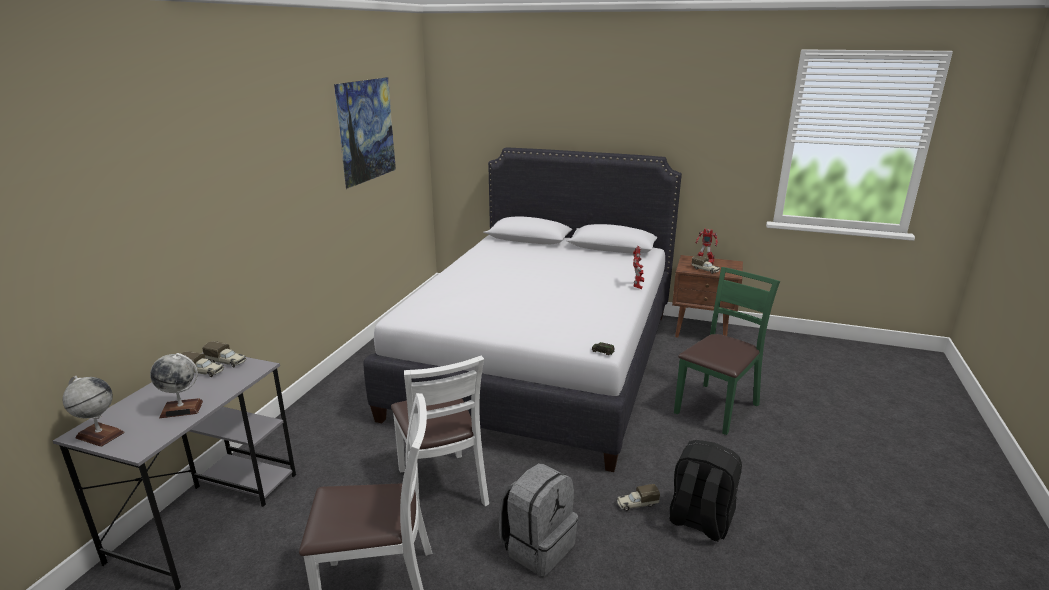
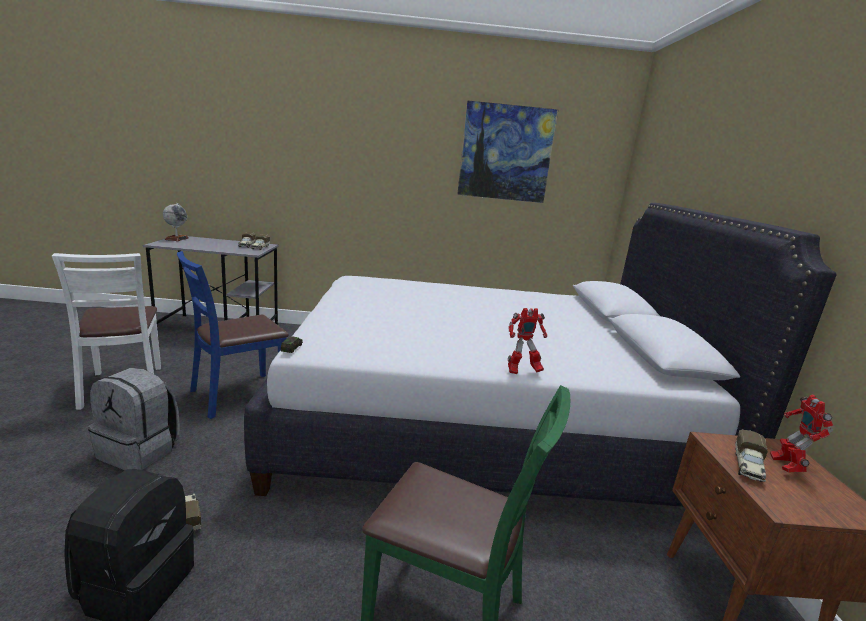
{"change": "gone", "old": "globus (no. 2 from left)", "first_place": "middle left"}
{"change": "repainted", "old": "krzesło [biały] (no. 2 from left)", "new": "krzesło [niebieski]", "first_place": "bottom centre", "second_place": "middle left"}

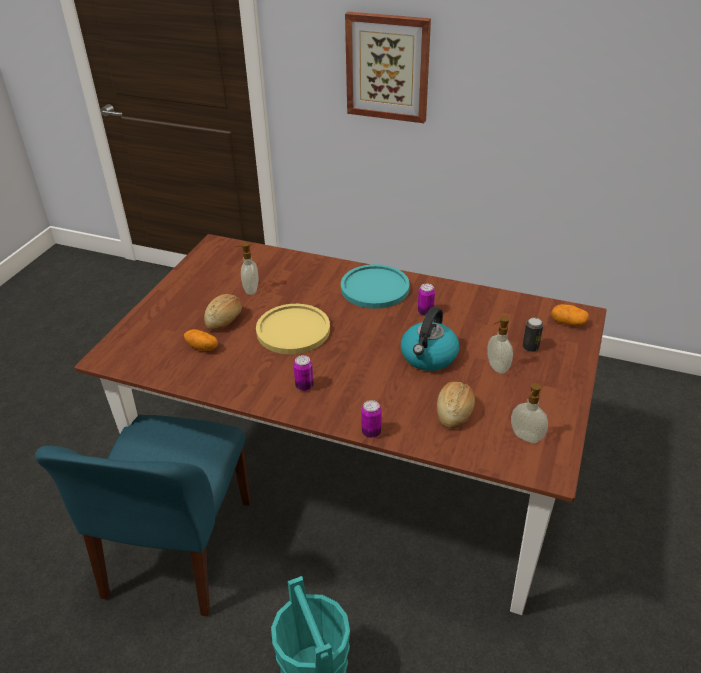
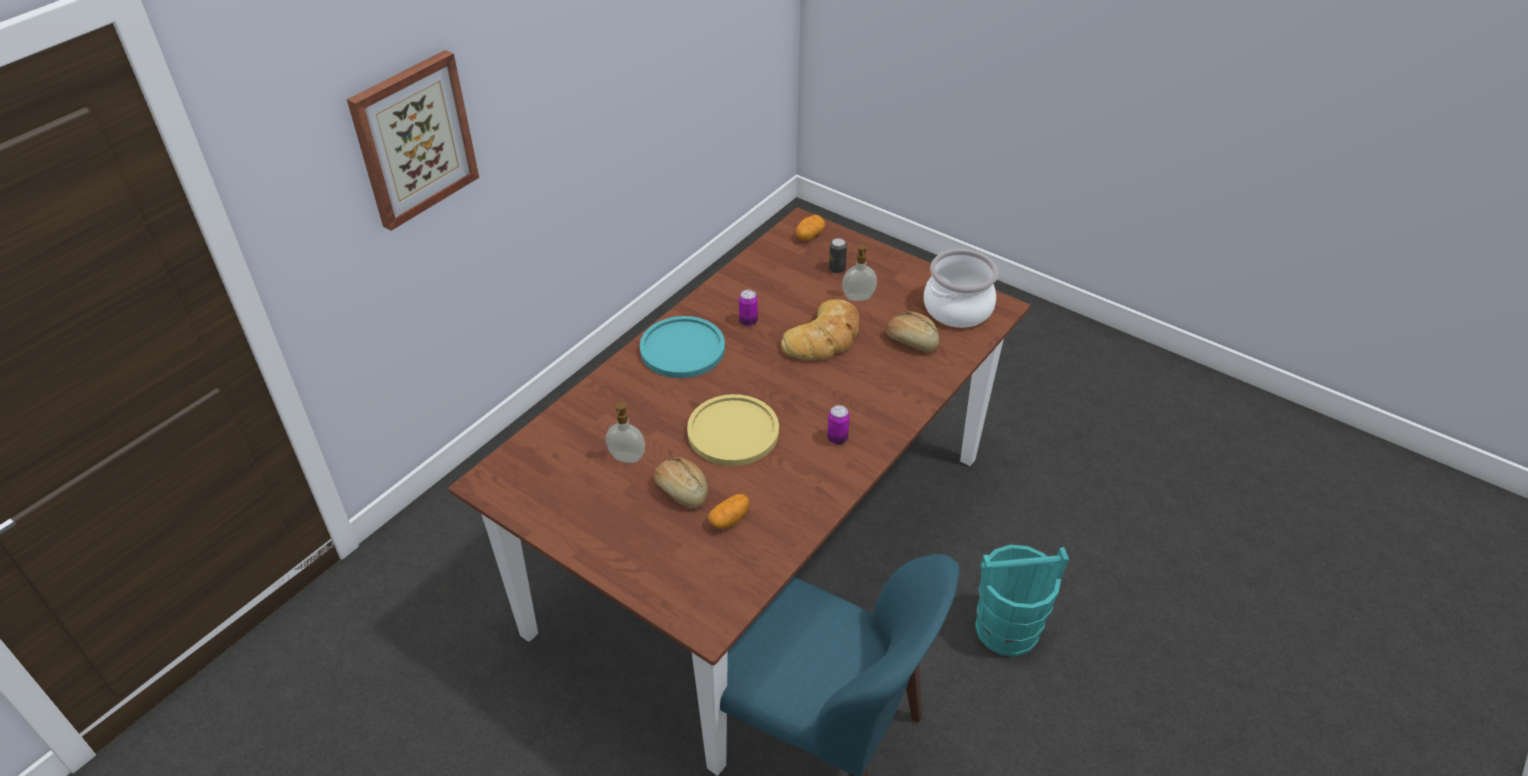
{"change": "gone", "old": "puszka (no. 2 from left)", "first_place": "centre"}
{"change": "swapped", "old": "czajnik", "new": "chleb (no. 2 from left)", "first_place": "centre", "second_place": "centre"}
{"change": "swapped", "old": "dozownik mydła (no. 3 from left)", "new": "garnek", "first_place": "middle right", "second_place": "centre"}

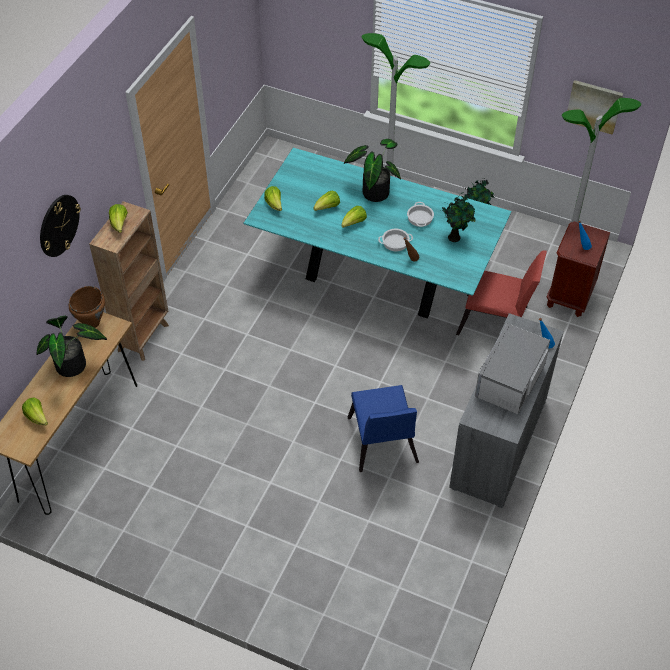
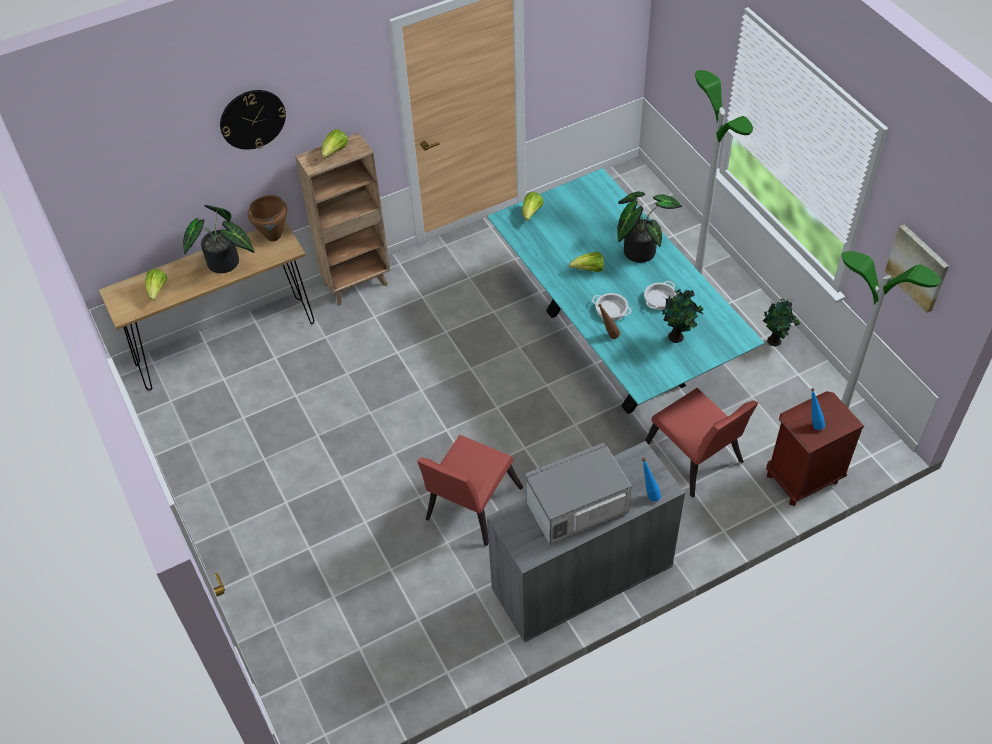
{"change": "gone", "old": "sałata (no. 4 from left)", "first_place": "top centre"}
{"change": "repainted", "old": "krzesło [niebieski]", "new": "krzesło [czerwony] (no. 1 from left)", "first_place": "centre", "second_place": "centre"}

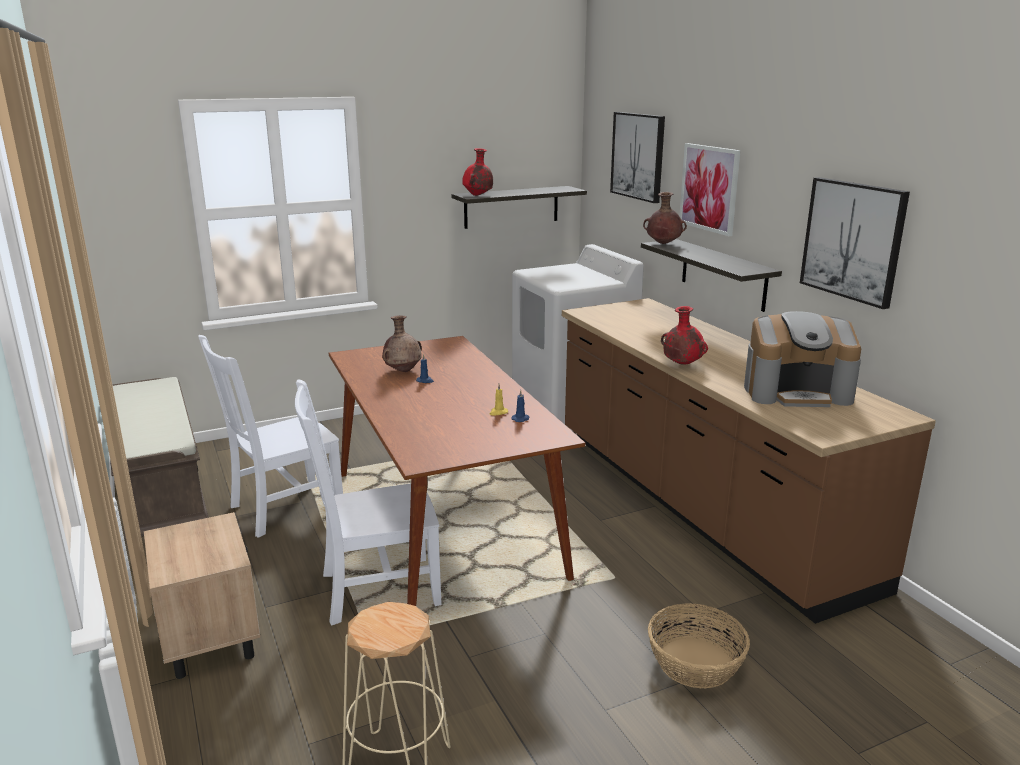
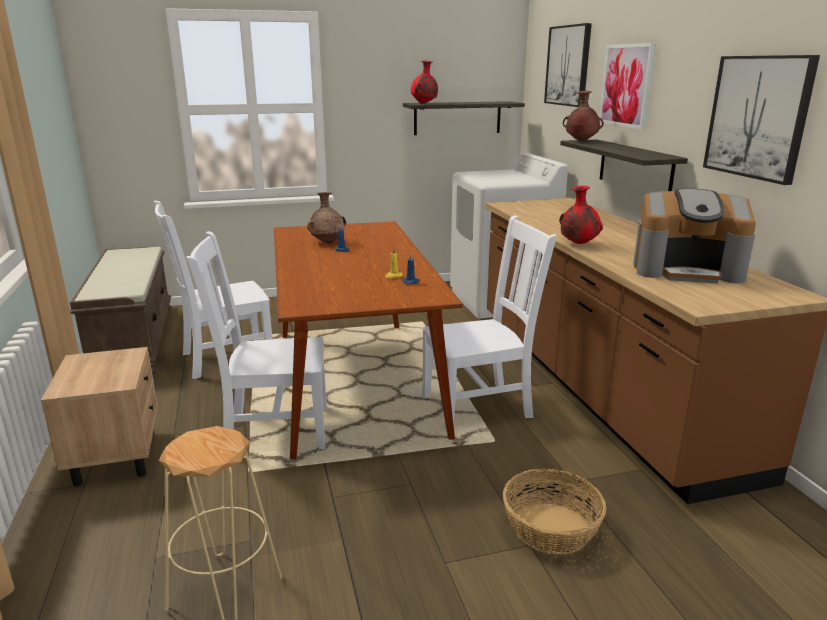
{"change": "new", "new": "krzesło [biały] (no. 3 from left)", "second_place": "centre"}

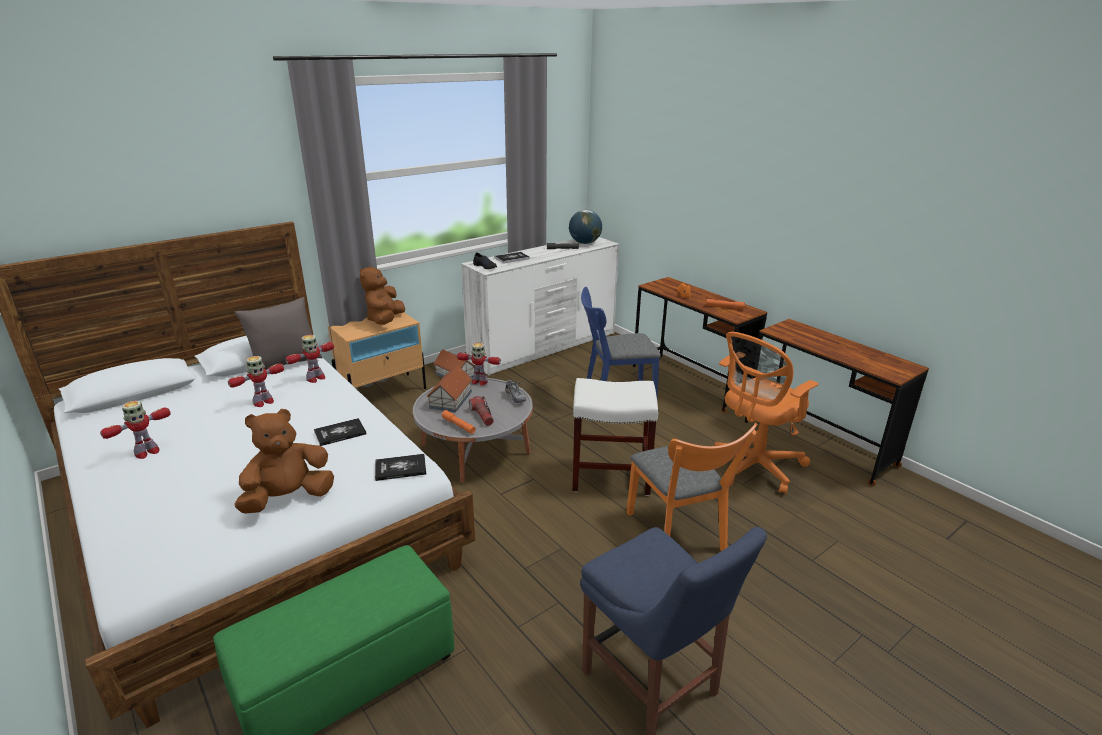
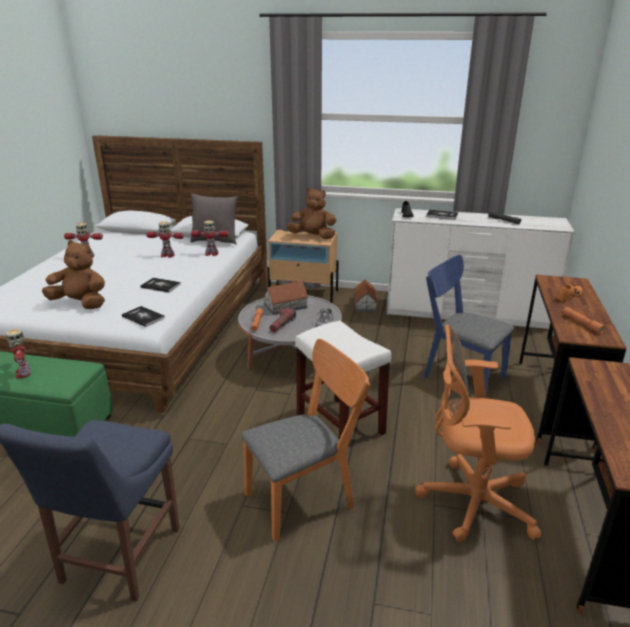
{"change": "rotated", "old": "pluszak [brązowy] (no. 2 from left)", "first_place": "centre", "second_place": "centre", "degrees": 45}
{"change": "shifted", "old": "robot zabawkowy (no. 4 from left in the first image)", "new": "robot zabawkowy (no. 1 from left)", "first_place": "centre", "second_place": "middle left"}
{"change": "gone", "old": "globus", "first_place": "top centre"}
{"change": "rotated", "old": "krzesło [pomarańczowy]", "first_place": "centre", "second_place": "bottom centre", "degrees": -150}

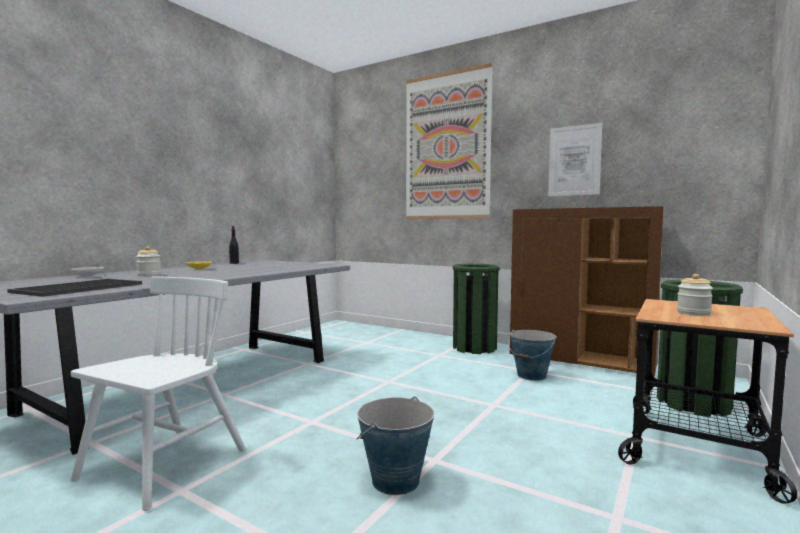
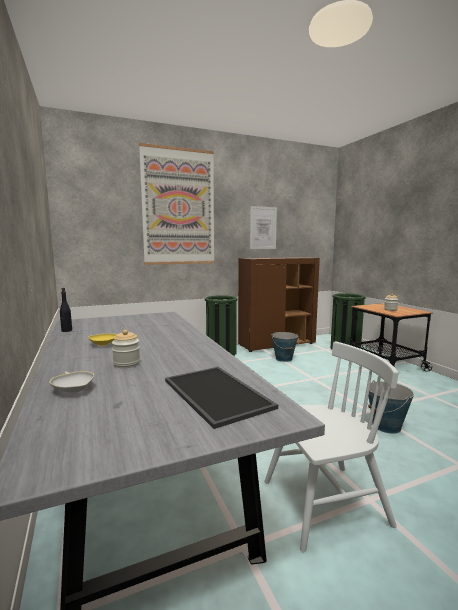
{"change": "rotated", "old": "krzesło [biały]", "first_place": "bottom left", "second_place": "bottom right", "degrees": 105}

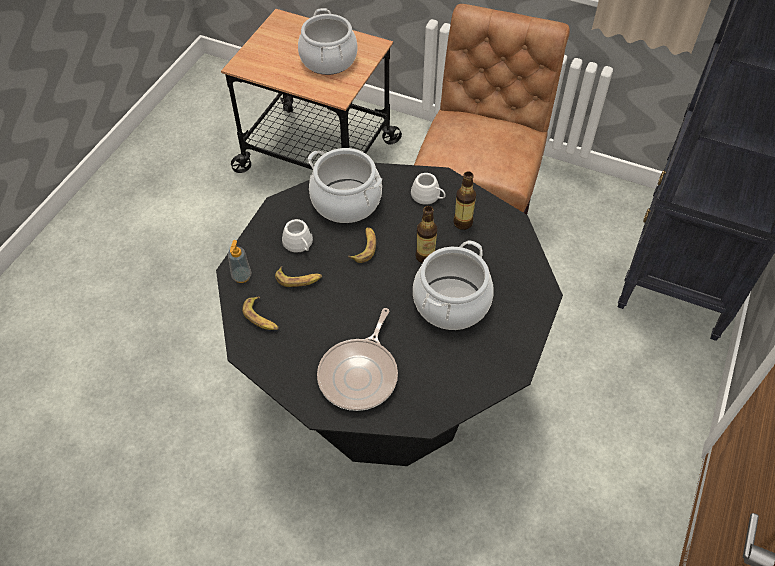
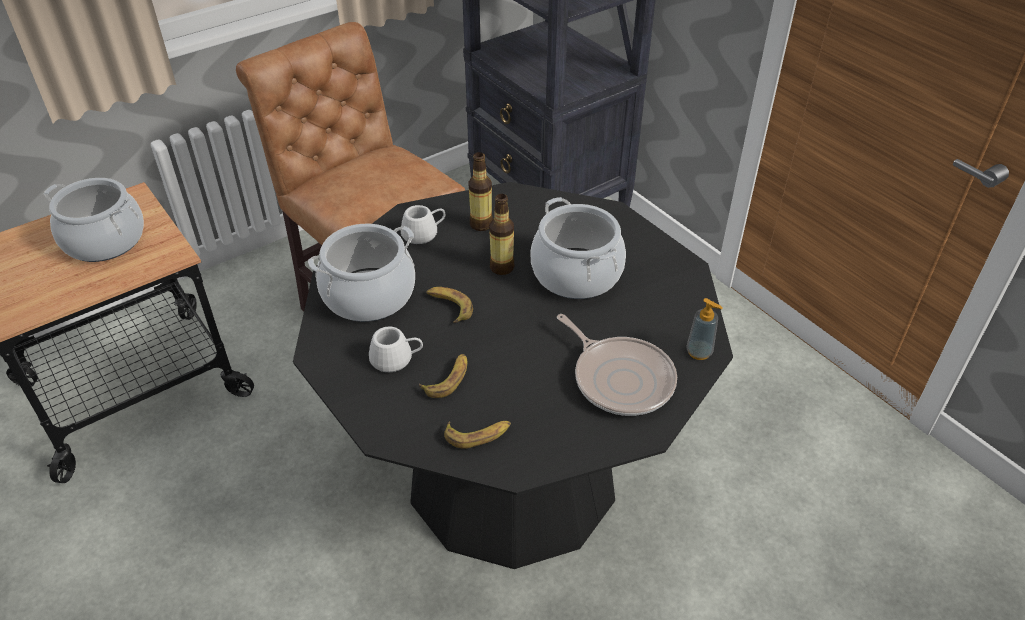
{"change": "shifted", "old": "dozownik mydła", "first_place": "middle left", "second_place": "middle right"}

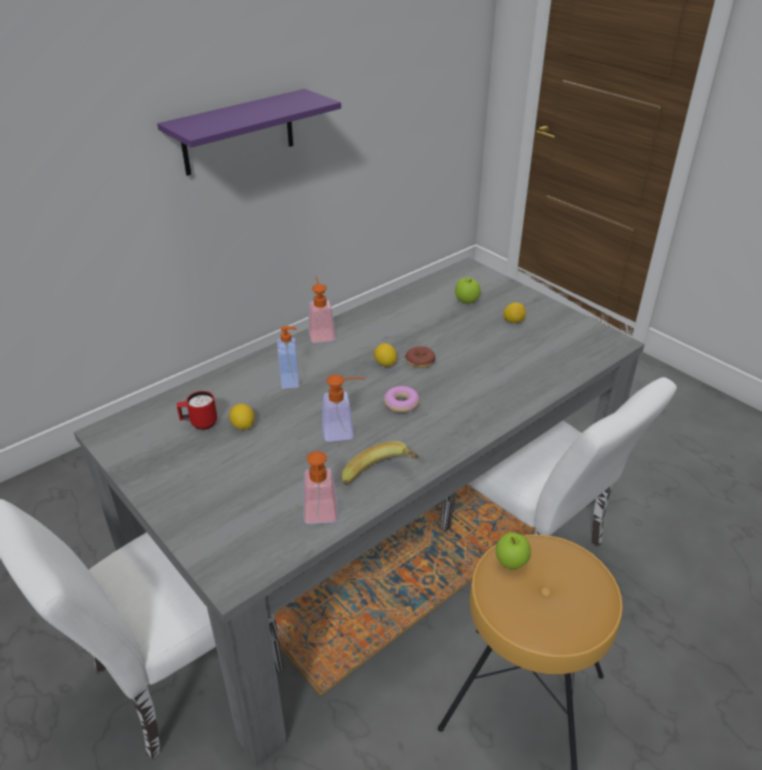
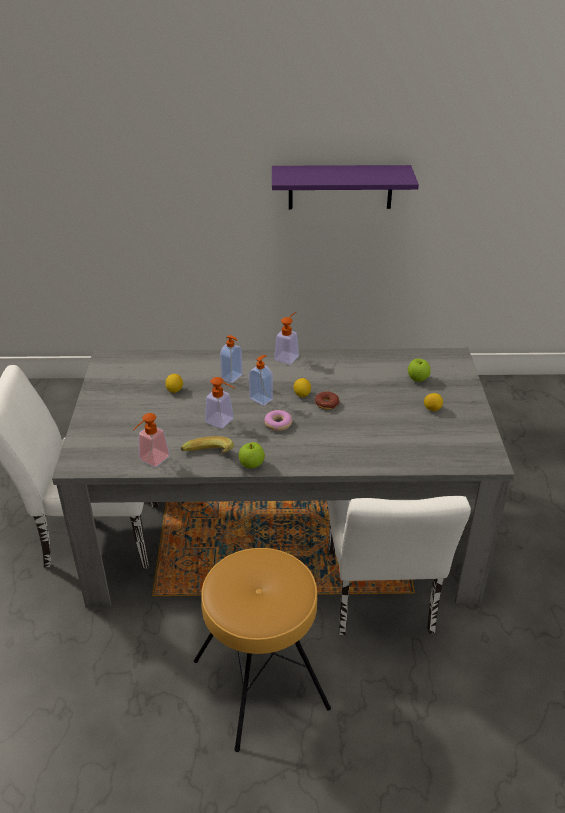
{"change": "gone", "old": "kubek [czerwony]", "first_place": "middle left"}
{"change": "shifted", "old": "jabłko (no. 2 from left in the first image)", "new": "jabłko (no. 1 from left)", "first_place": "bottom right", "second_place": "centre"}
{"change": "new", "new": "dozownik mydła (no. 4 from left)", "second_place": "centre"}

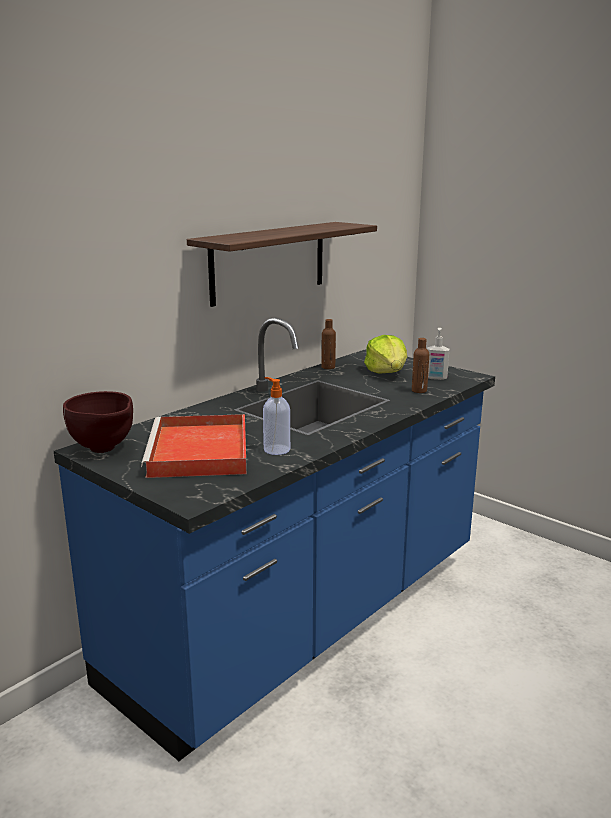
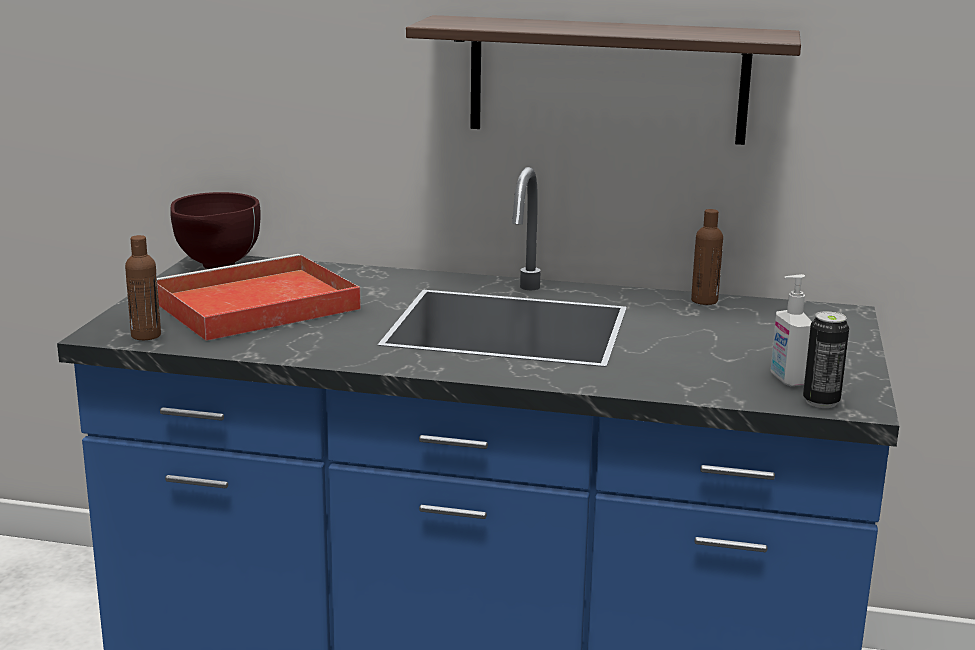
{"change": "gone", "old": "dozownik mydła (no. 1 from left)", "first_place": "centre"}
{"change": "gone", "old": "sałata", "first_place": "centre"}
{"change": "shifted", "old": "butelka [brązowy] (no. 2 from left in the first image)", "new": "butelka [brązowy] (no. 1 from left)", "first_place": "middle right", "second_place": "middle left"}
{"change": "new", "new": "puszka", "second_place": "middle right"}

